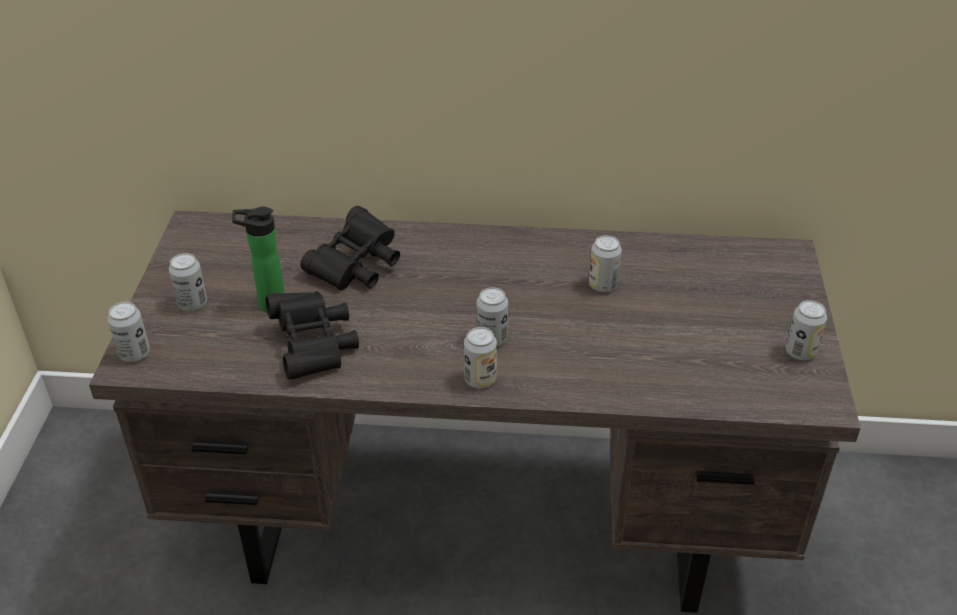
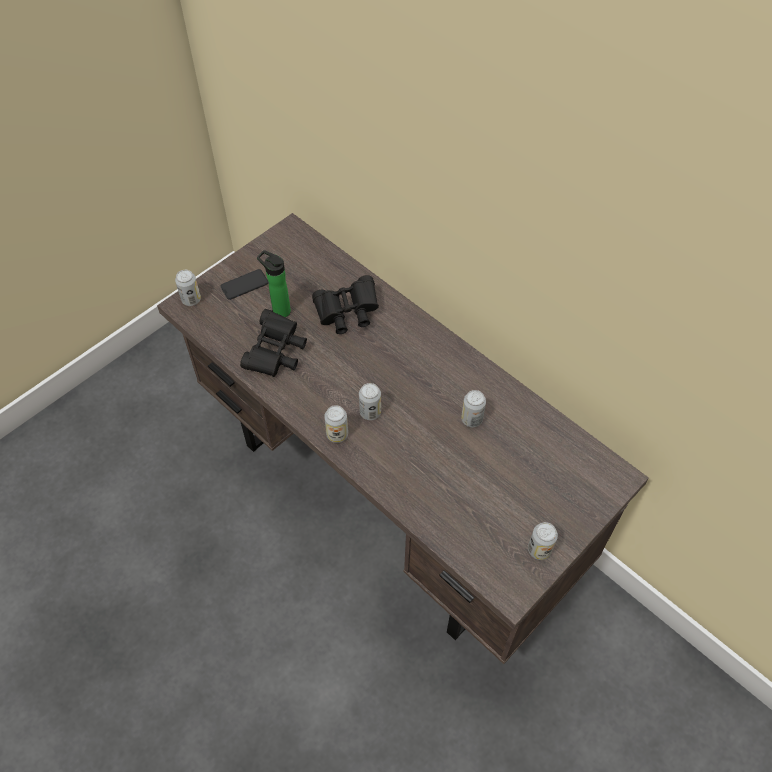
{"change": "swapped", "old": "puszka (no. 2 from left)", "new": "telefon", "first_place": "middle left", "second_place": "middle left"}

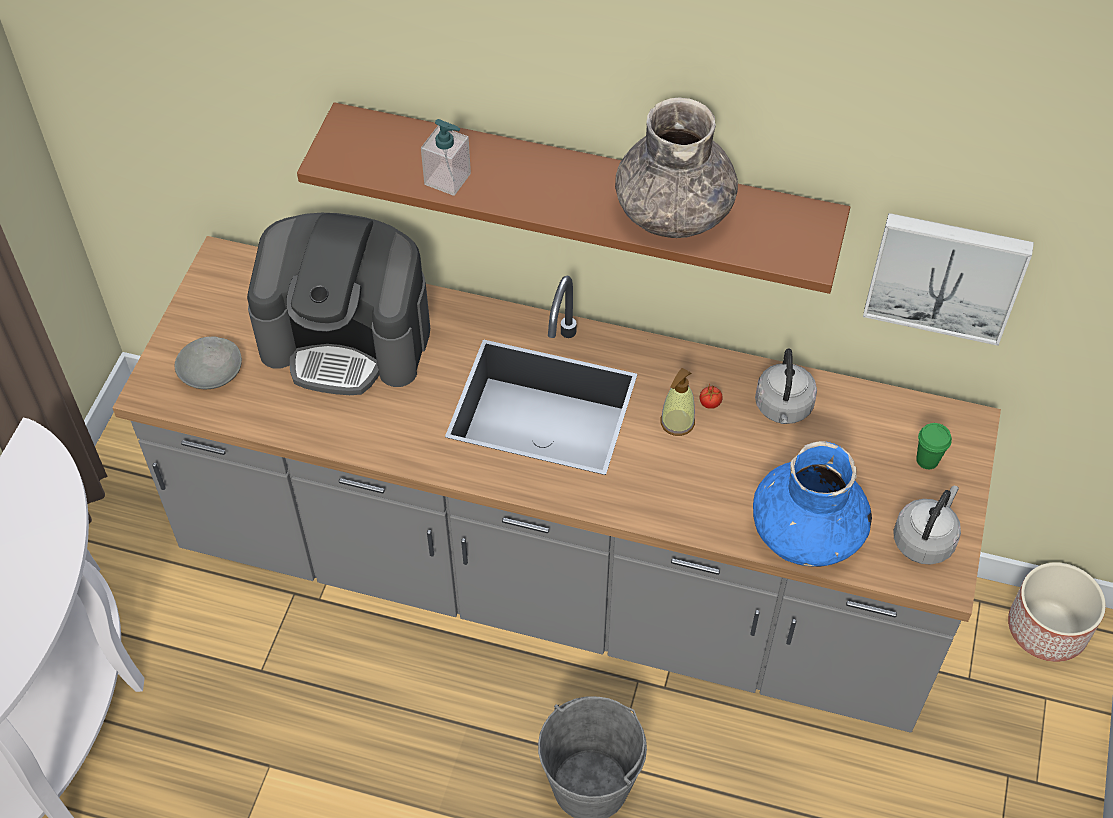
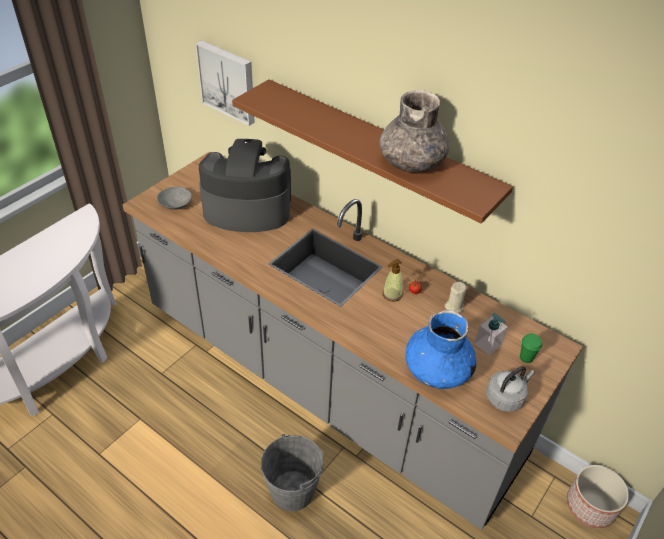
{"change": "rotated", "old": "ekspres do kawy", "first_place": "middle left", "second_place": "centre", "degrees": 150}
{"change": "shifted", "old": "dozownik mydła (no. 1 from left in the first image)", "new": "dozownik mydła (no. 2 from left)", "first_place": "top centre", "second_place": "middle right"}
{"change": "swapped", "old": "czajnik [szary] (no. 1 from left)", "new": "świeca [beżowy]", "first_place": "middle right", "second_place": "middle right"}
{"change": "shifted", "old": "obraz", "first_place": "middle right", "second_place": "top centre"}

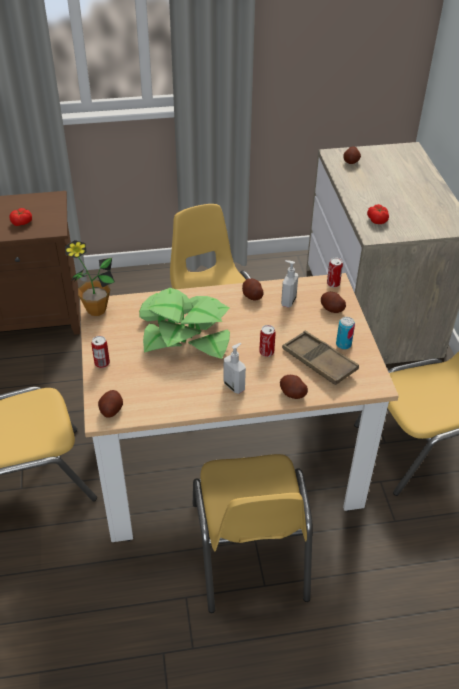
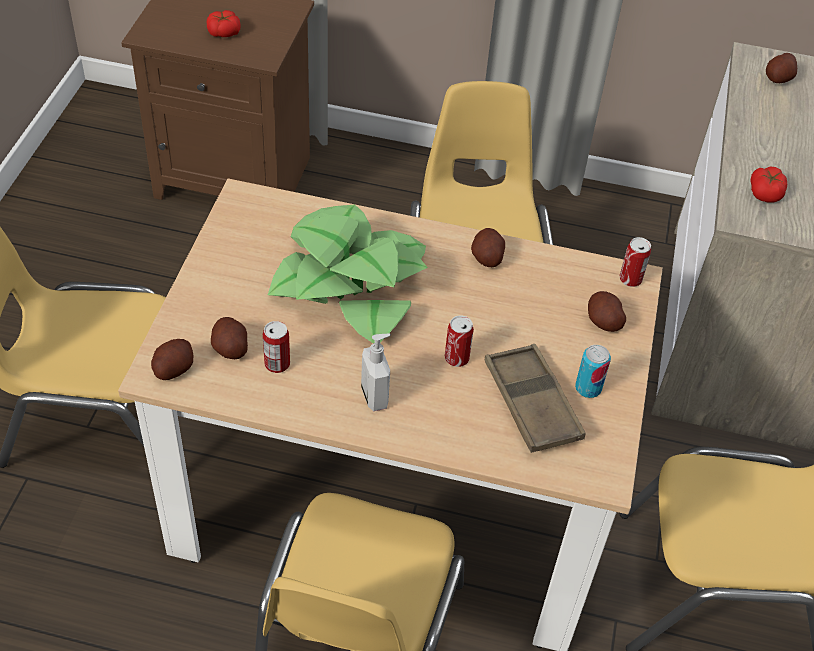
{"change": "gone", "old": "roślina doniczkowa (no. 1 from left)", "first_place": "middle left"}
{"change": "shifted", "old": "puszka (no. 1 from left)", "first_place": "middle left", "second_place": "centre"}
{"change": "shifted", "old": "ziemniak (no. 3 from left in the first image)", "new": "ziemniak (no. 2 from left)", "first_place": "centre", "second_place": "middle left"}
{"change": "gone", "old": "dozownik mydła (no. 2 from left)", "first_place": "centre"}

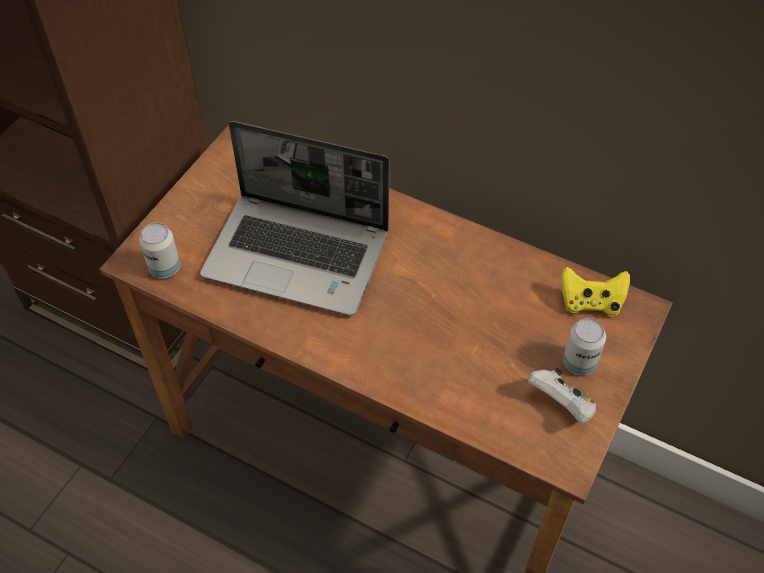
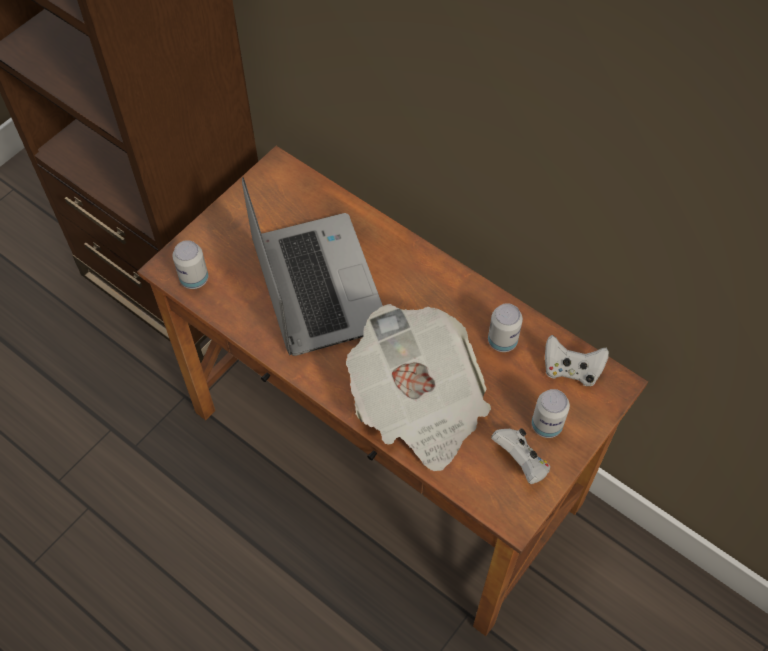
{"change": "rotated", "old": "laptop", "first_place": "centre", "second_place": "centre", "degrees": -135}
{"change": "repainted", "old": "pad do gier [żółty]", "new": "pad do gier [biały] (no. 2 from left)", "first_place": "middle right", "second_place": "middle right"}
{"change": "new", "new": "gazeta", "second_place": "centre"}
{"change": "new", "new": "puszka (no. 2 from left)", "second_place": "centre"}

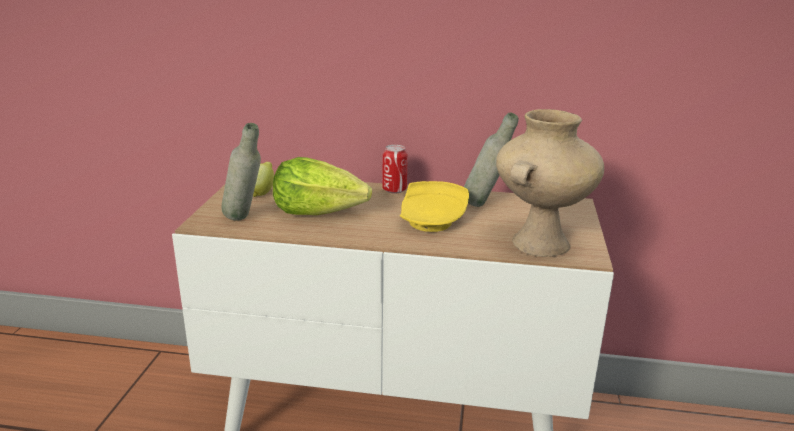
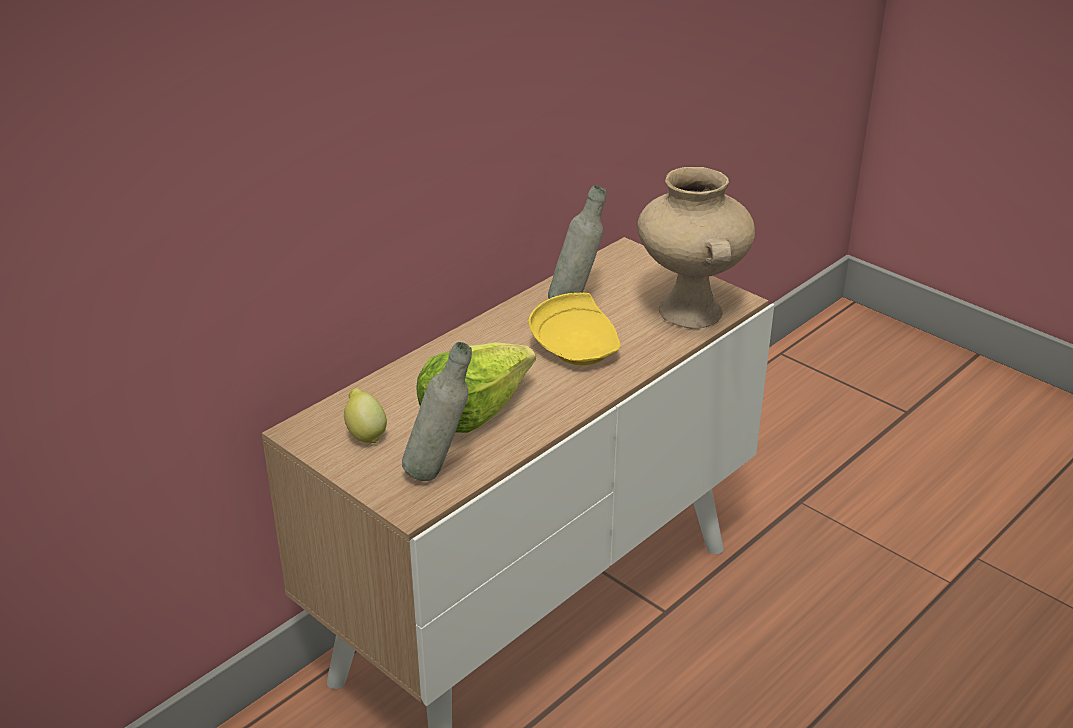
{"change": "gone", "old": "puszka", "first_place": "centre"}

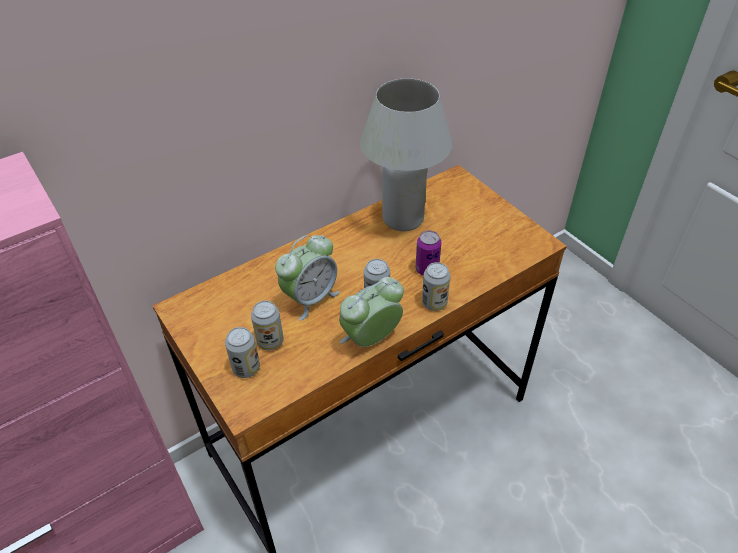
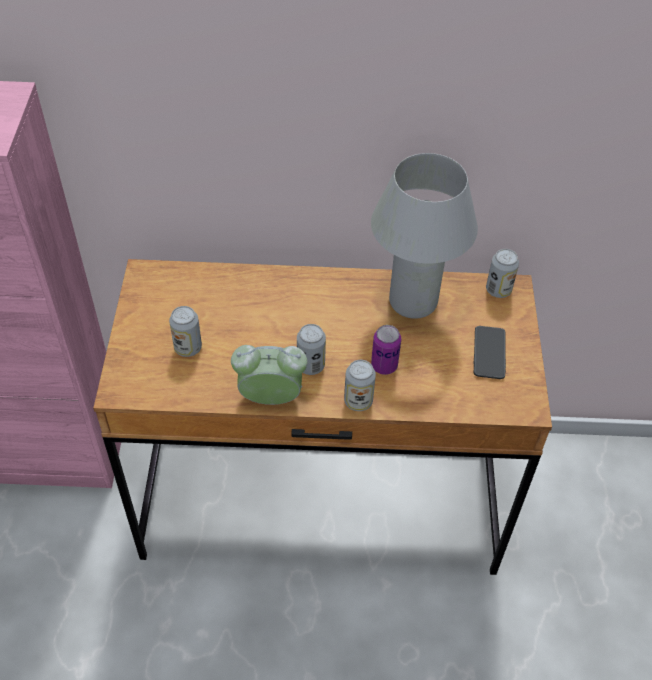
{"change": "shifted", "old": "puszka (no. 1 from left in the first image)", "new": "puszka (no. 5 from left)", "first_place": "middle left", "second_place": "middle right"}
{"change": "gone", "old": "budzik (no. 1 from left)", "first_place": "centre"}
{"change": "new", "new": "telefon", "second_place": "middle right"}

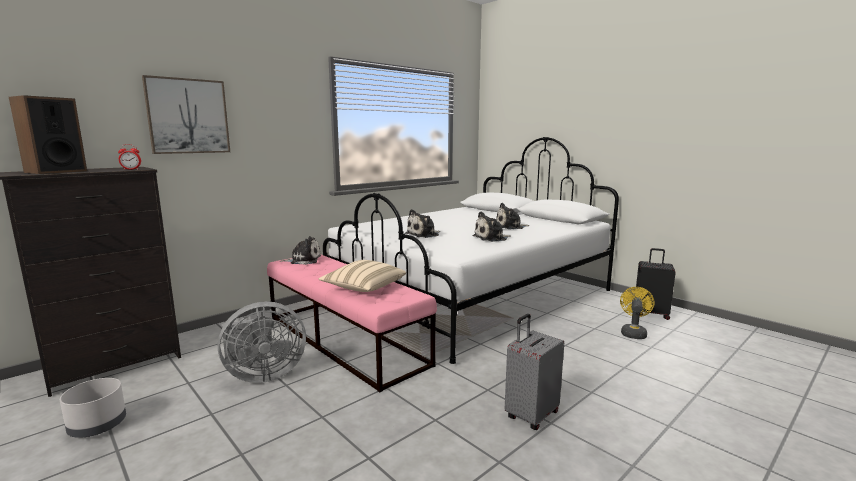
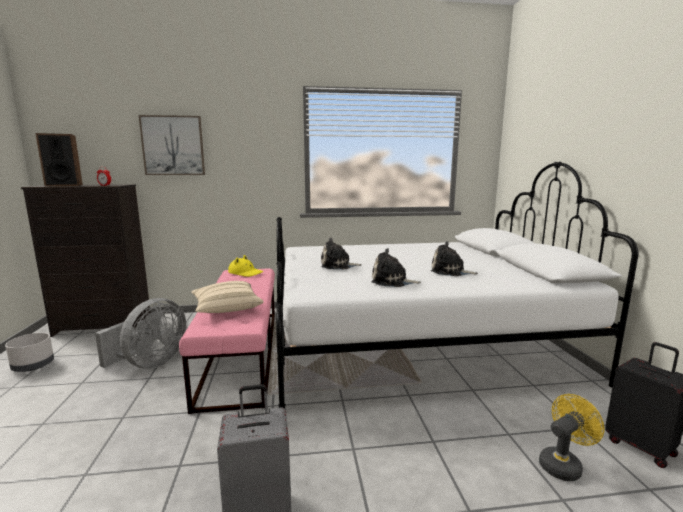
{"change": "rotated", "old": "wentylator [szary]", "first_place": "bottom left", "second_place": "middle left", "degrees": -75}
{"change": "swapped", "old": "pluszak (no. 1 from left)", "new": "kapelusz [żółty]", "first_place": "centre", "second_place": "centre"}

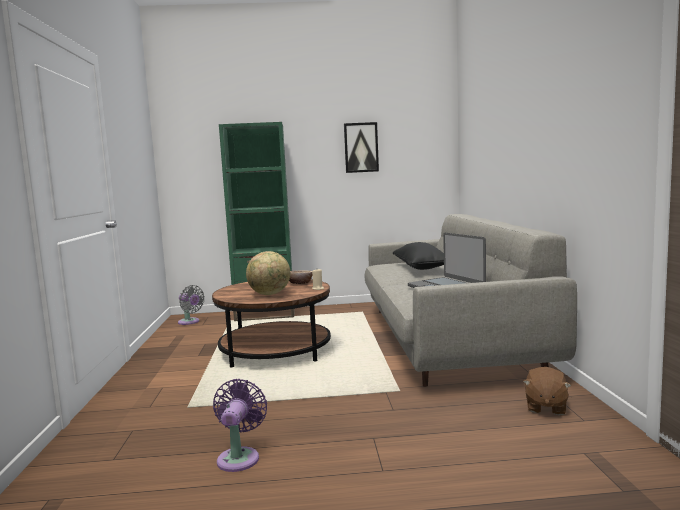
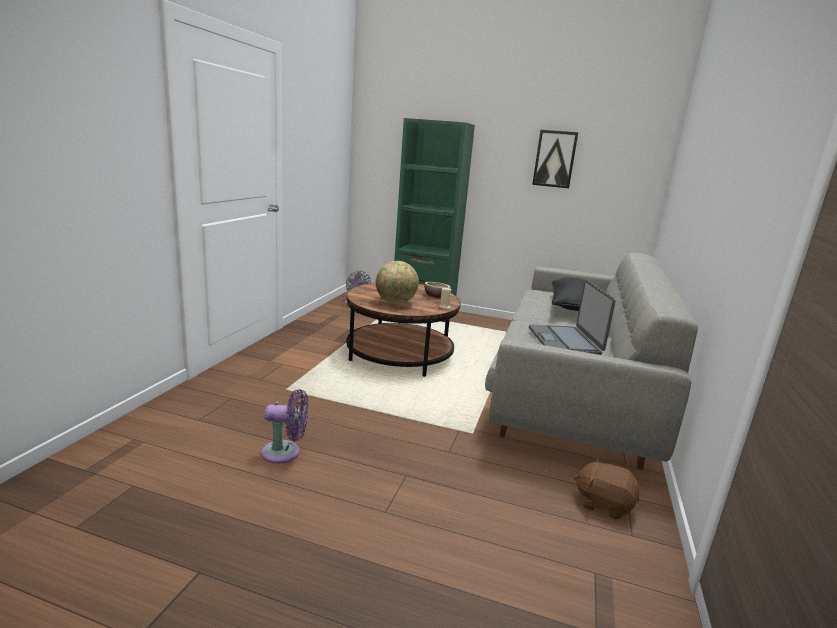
{"change": "rotated", "old": "wentylator [fioletowy]", "first_place": "bottom centre", "second_place": "bottom centre", "degrees": 60}
{"change": "rotated", "old": "pluszak [brązowy]", "first_place": "bottom right", "second_place": "bottom right", "degrees": 75}

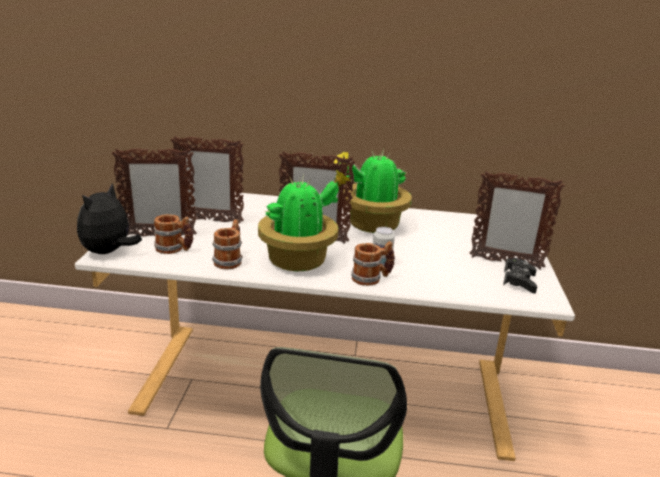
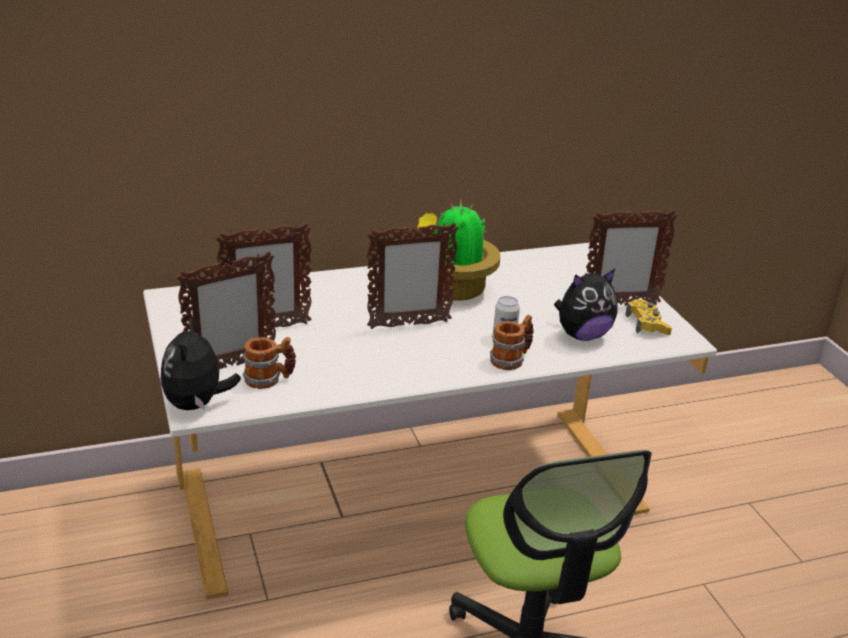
{"change": "gone", "old": "kubek (no. 2 from left)", "first_place": "centre"}
{"change": "gone", "old": "roślina doniczkowa (no. 1 from left)", "first_place": "centre"}
{"change": "repainted", "old": "pad do gier [czarny]", "new": "pad do gier [żółty]", "first_place": "middle right", "second_place": "middle right"}
{"change": "new", "new": "pluszak (no. 2 from left)", "second_place": "middle right"}

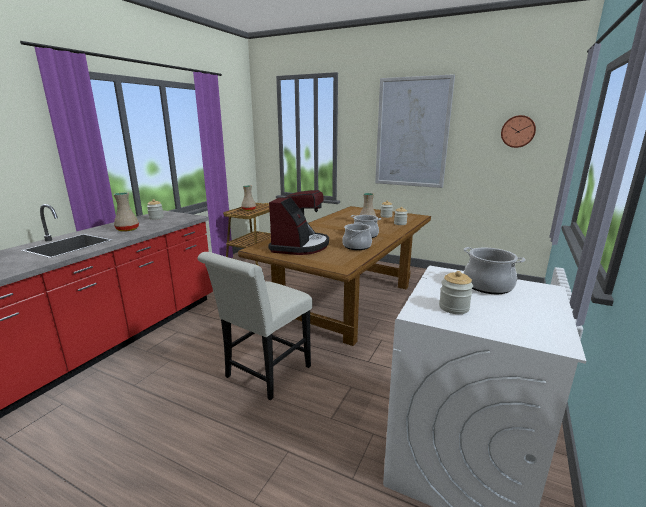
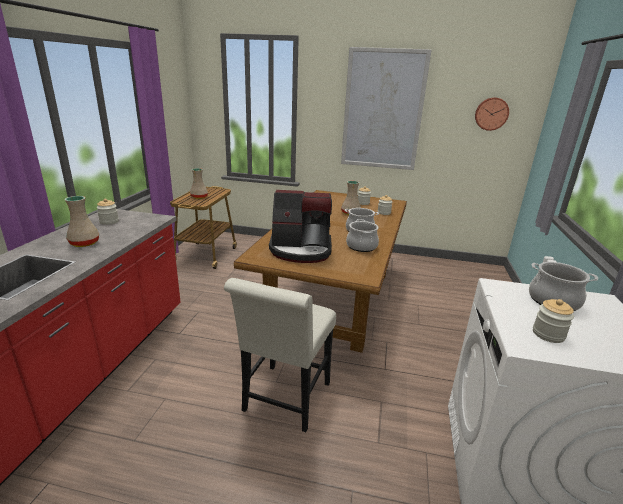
{"change": "rotated", "old": "ekspres do kawy", "first_place": "centre", "second_place": "centre", "degrees": 90}

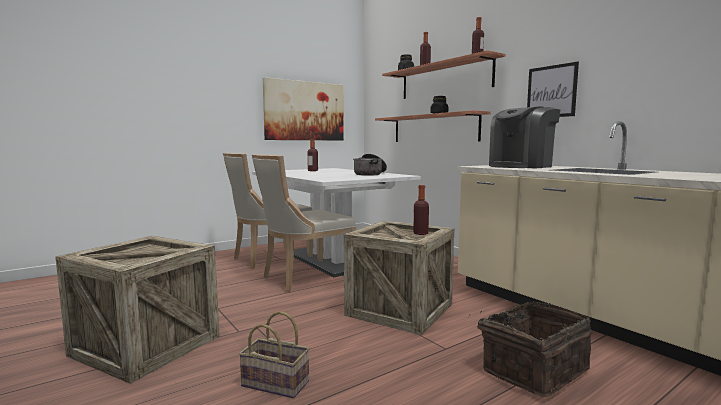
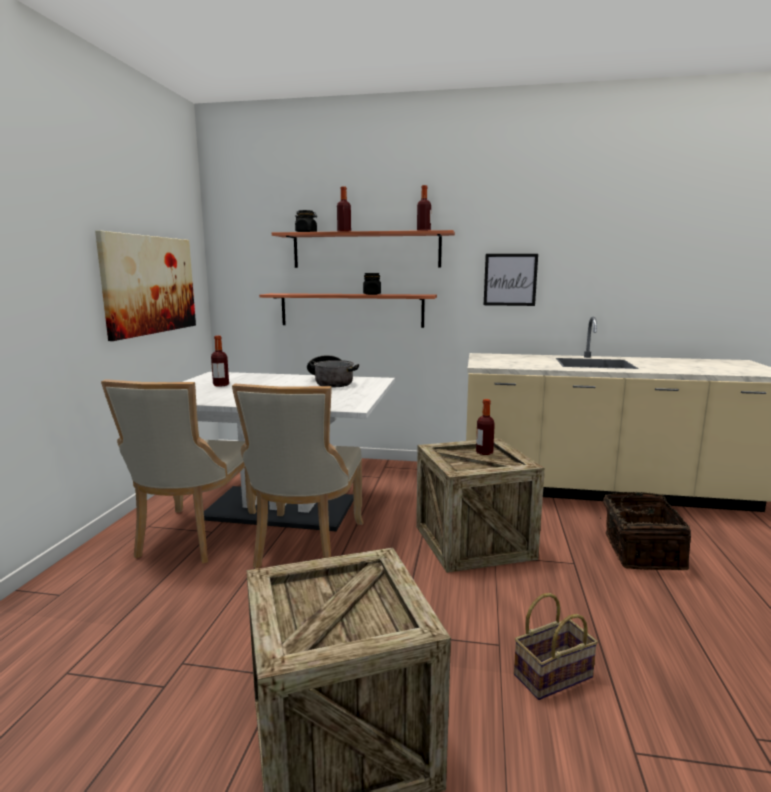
{"change": "gone", "old": "ekspres do kawy", "first_place": "middle right"}

